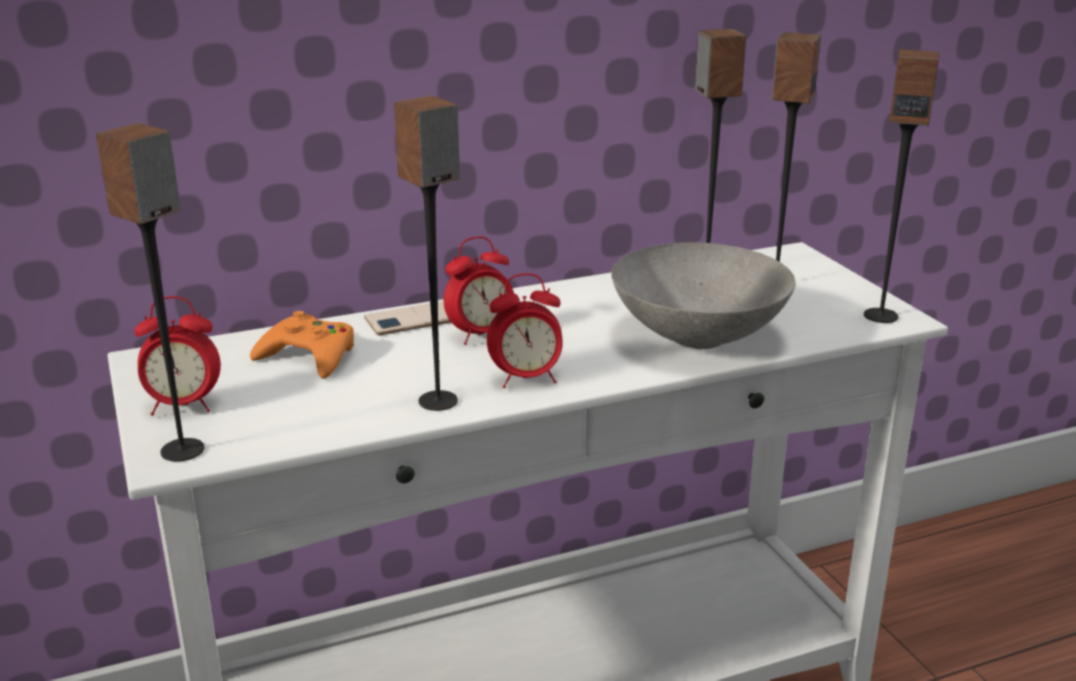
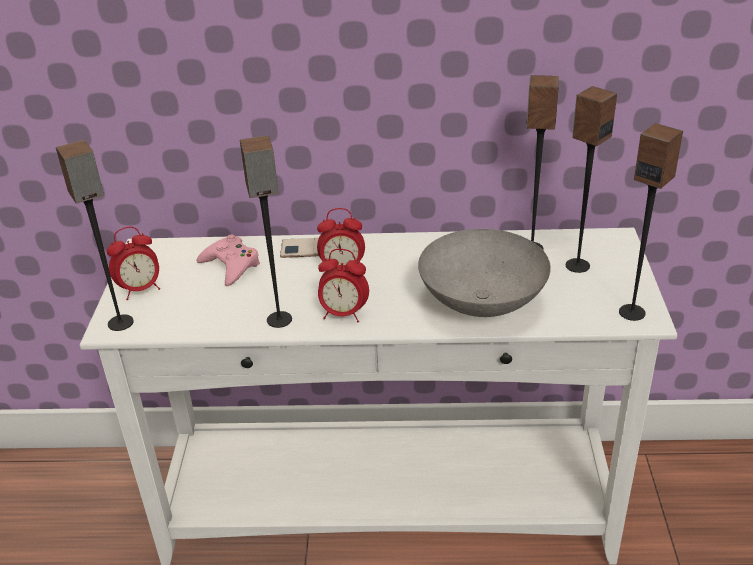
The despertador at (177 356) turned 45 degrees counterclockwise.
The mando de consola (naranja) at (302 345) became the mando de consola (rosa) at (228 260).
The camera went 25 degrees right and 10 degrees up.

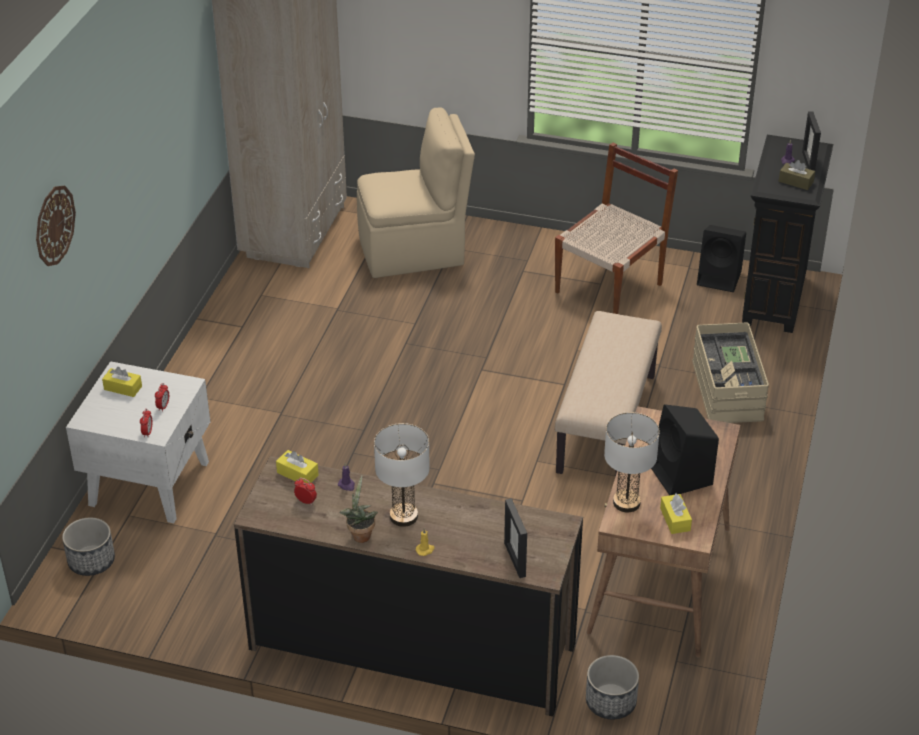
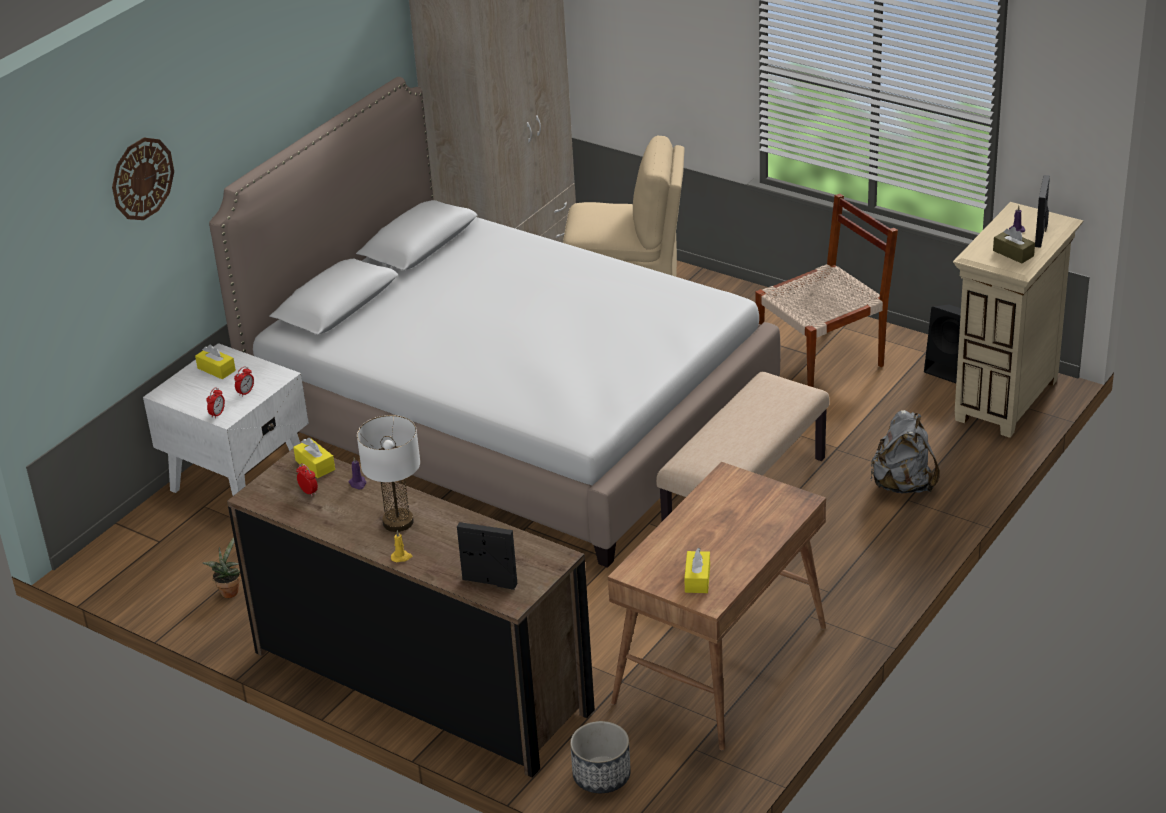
The maceta at (88 547) disappeared.
The planta en maceta moved from (358 509) to (221 567).
The portarretratos at (515 538) turned 105 degrees clockwise.
The lámpara de mesa at (632 462) disappeared.
The altavoz (negro) at (685 449) disappeared.
The caja de almacenaje (beis) at (730 372) was replaced by the mochila (gris) at (905 451).
The armario (negro) at (787 234) became the armario (beis) at (1018 320).
The cama at (494 322) appeared.
The camera went 20 degrees right and 5 degrees down.

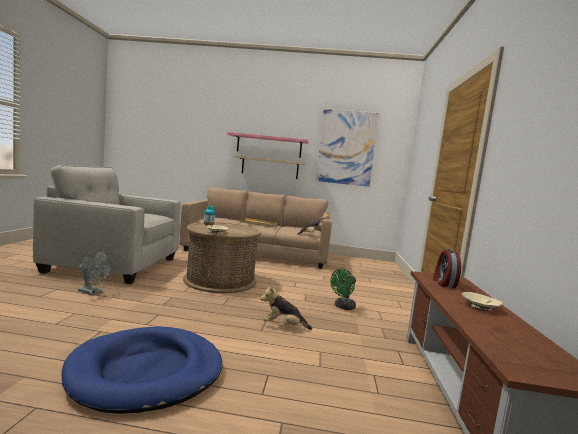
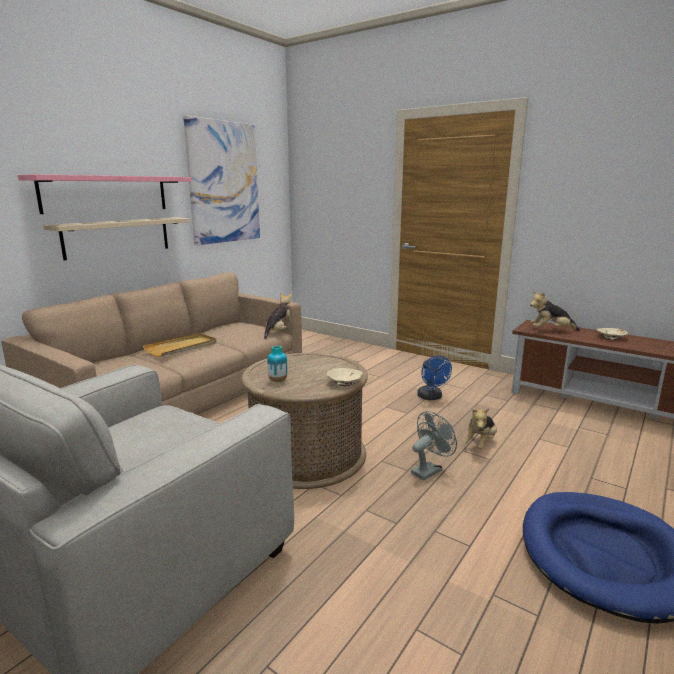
The ventilador (gris) moved from (95 272) to (434 445).
The ventilador (verde) at (343 289) became the ventilador (azul) at (434 378).
The despertador at (447 268) was replaced by the peluche at (555 311).
The camera went 60 degrees left and 10 degrees up.

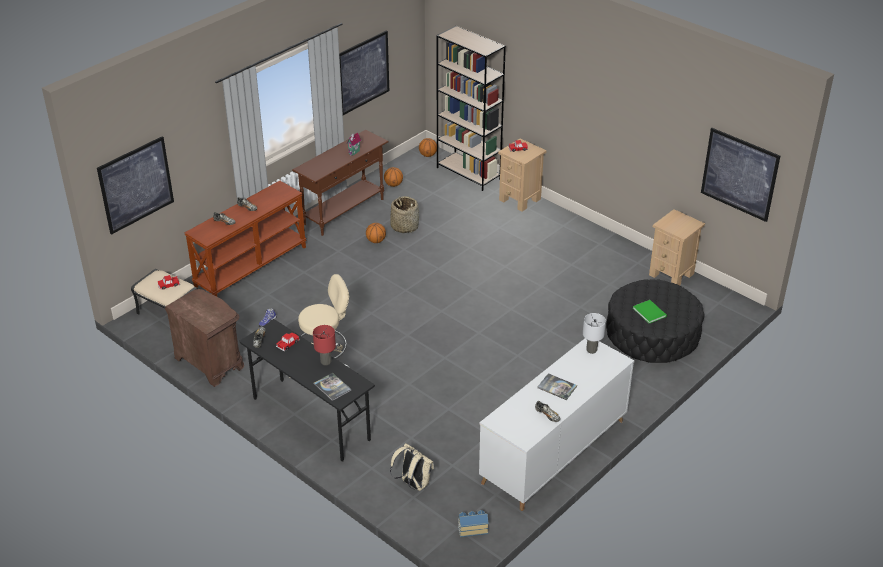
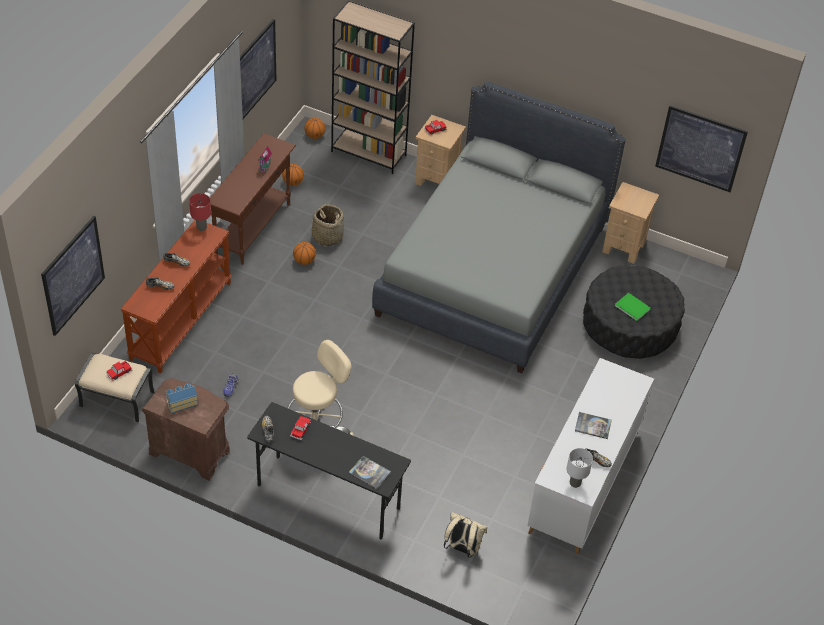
The lámpara de mesa (rojo) moved from (324 345) to (200 212).
The casita moved from (473 523) to (182 399).
The lámpara de mesa (blanco) moved from (594 333) to (580 468).
The cama (gris) at (499 227) appeared.
The camera went 20 degrees left and 10 degrees up.

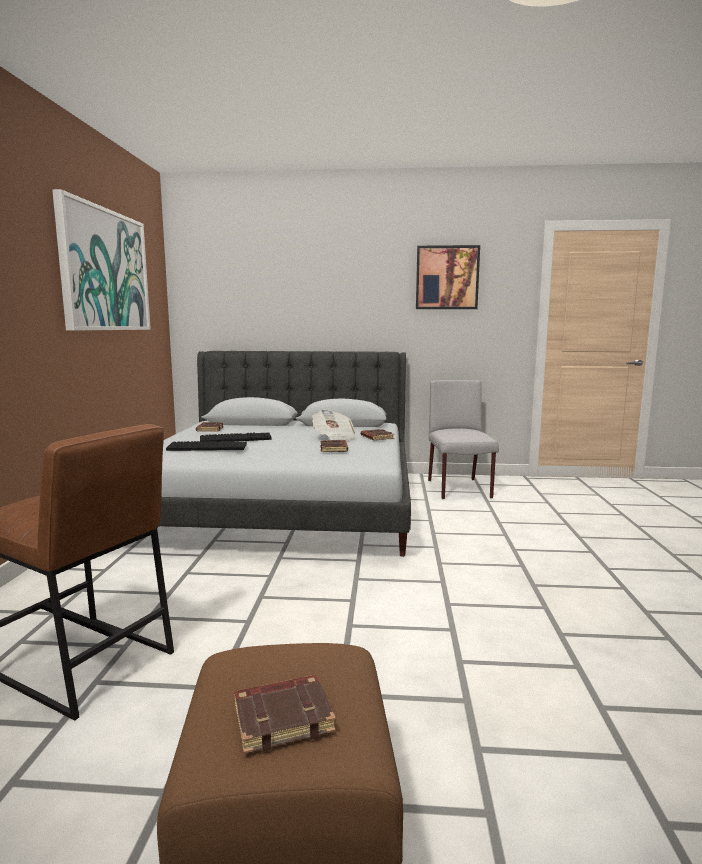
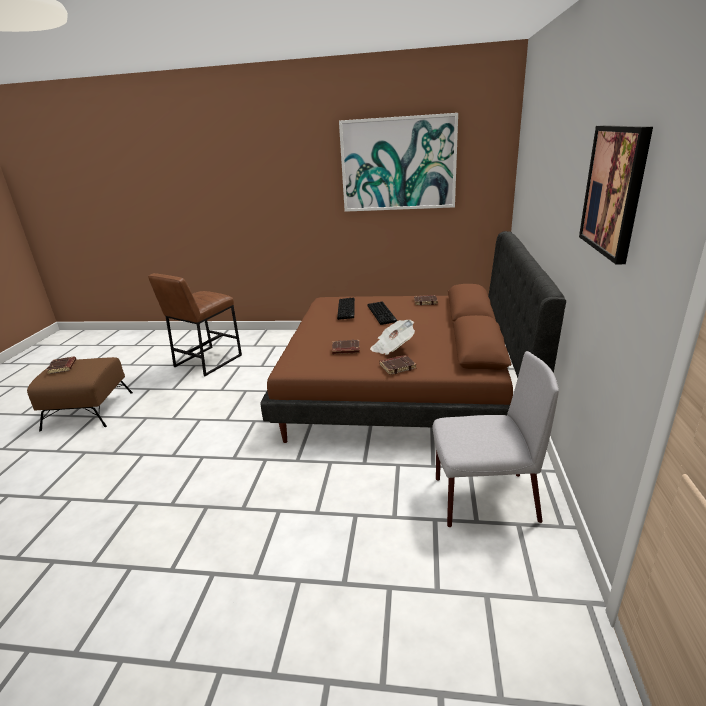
The cama (gris) at (285 454) became the cama (marrón) at (413 337).
The camera went 95 degrees right and 15 degrees up.

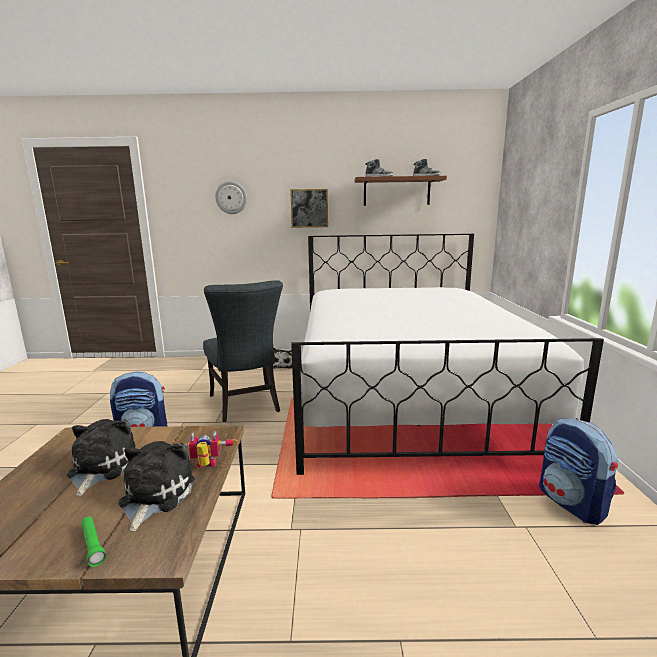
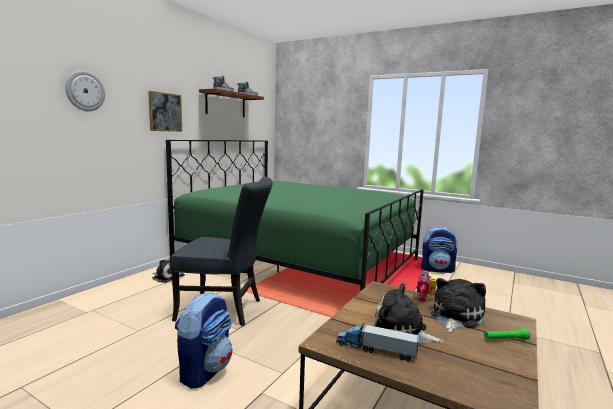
The peluche at (156 486) turned 90 degrees clockwise.
The cama (blanco) at (447 354) became the cama (verde) at (295 216).
The camión de juguete at (378 342) appeared.
The camera went 60 degrees left and 5 degrees down.

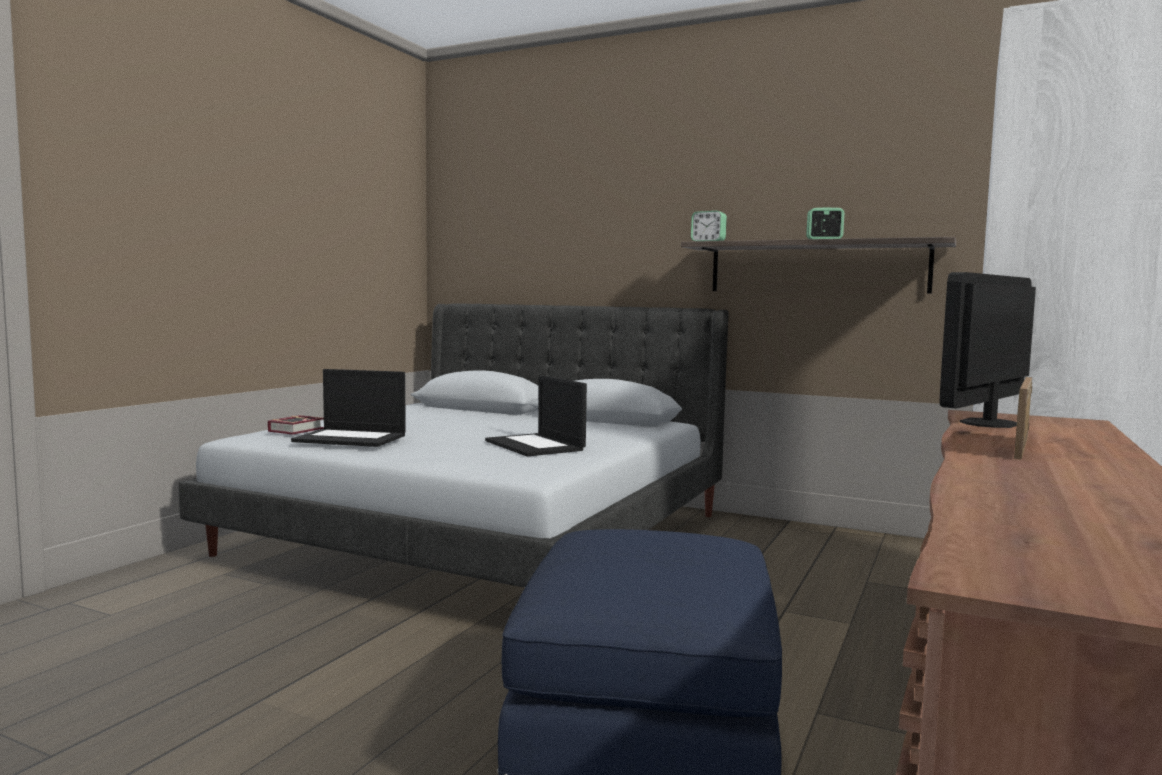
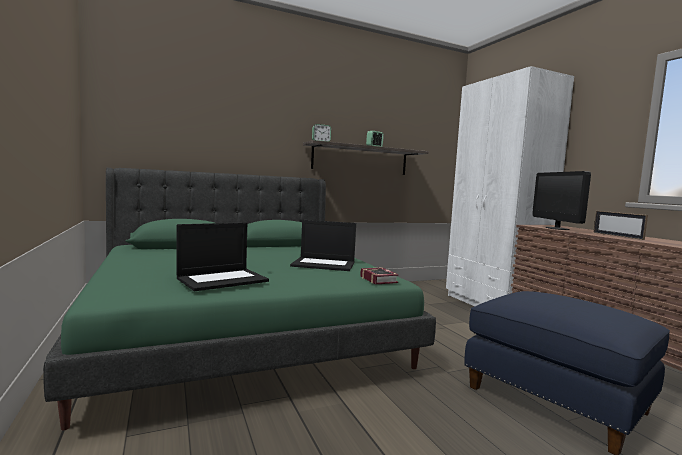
The cama (gris) at (454 445) became the cama (verde) at (239 299).
The libro moved from (296 425) to (379 275).
The camera went 50 degrees left and 0 degrees up.

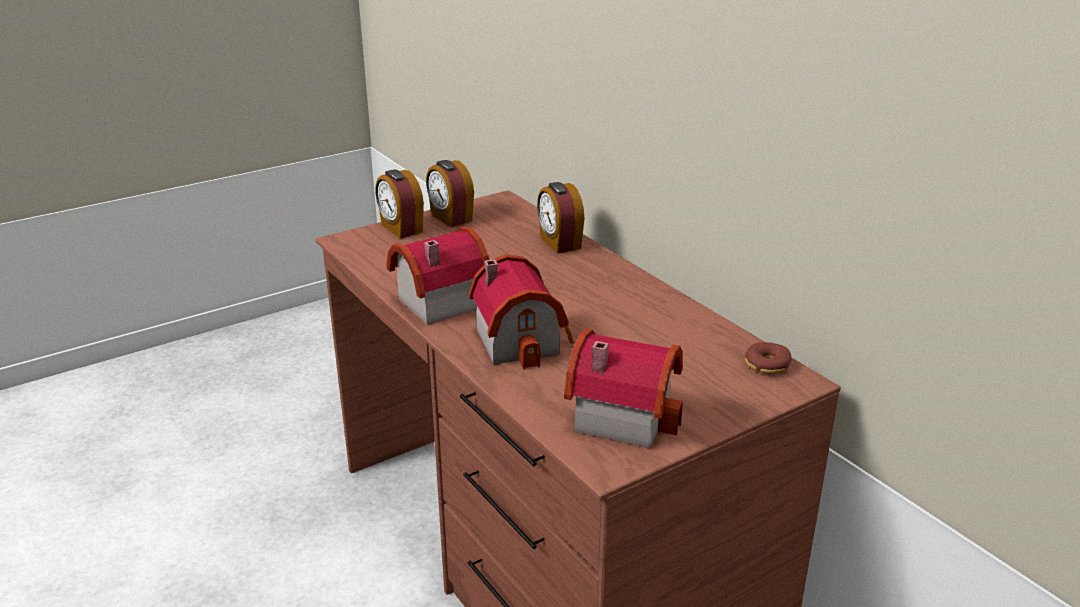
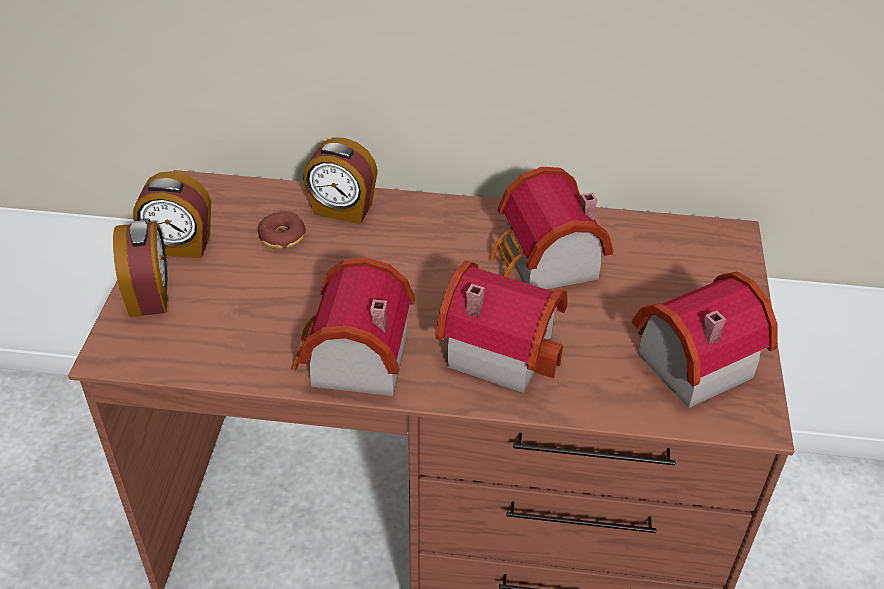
The despertador at (400 204) turned 105 degrees counterclockwise.
The rosquilla moved from (768 358) to (282 230).
The casita at (551 228) appeared.
The camera went 50 degrees left and 15 degrees up.

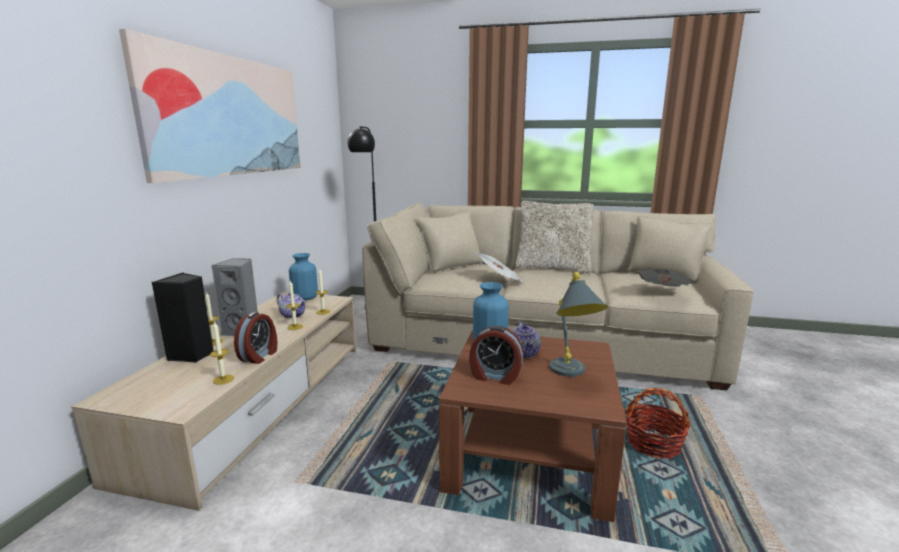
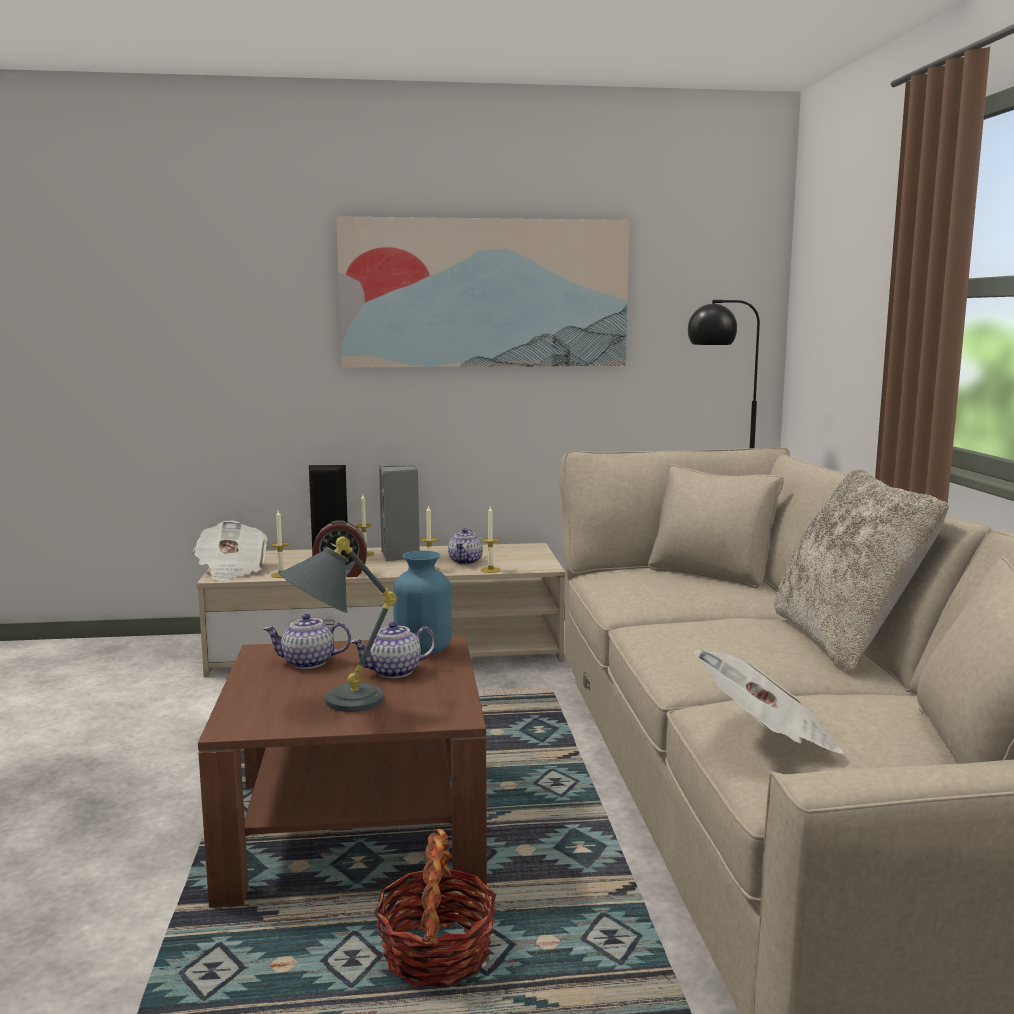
The florero (azul) at (303 277) disappeared.
The despertador at (496 355) was replaced by the tetera at (307 641).
The periódico moved from (499 267) to (230 550).
The camera went 70 degrees right and 5 degrees down.

